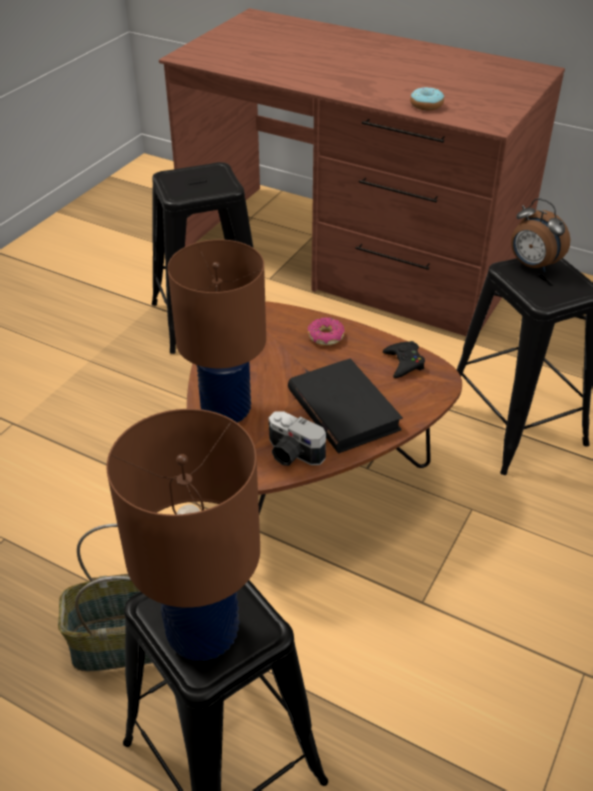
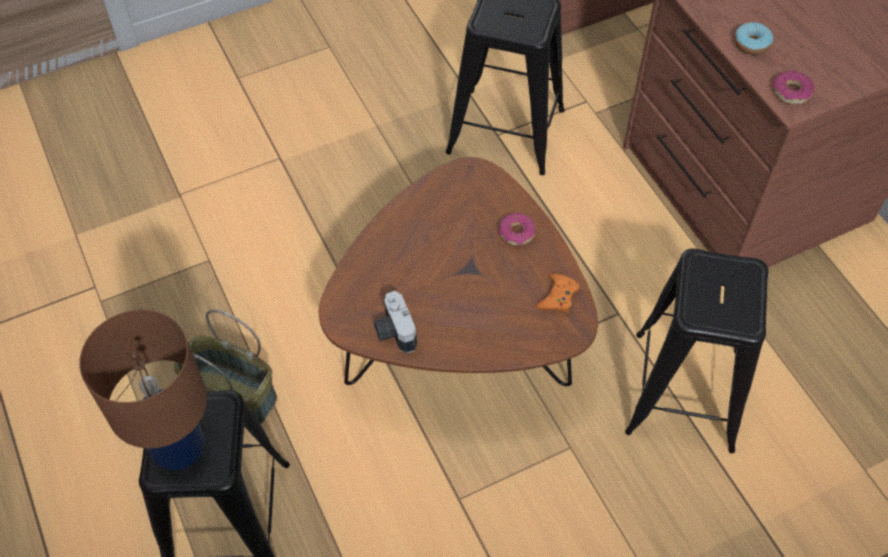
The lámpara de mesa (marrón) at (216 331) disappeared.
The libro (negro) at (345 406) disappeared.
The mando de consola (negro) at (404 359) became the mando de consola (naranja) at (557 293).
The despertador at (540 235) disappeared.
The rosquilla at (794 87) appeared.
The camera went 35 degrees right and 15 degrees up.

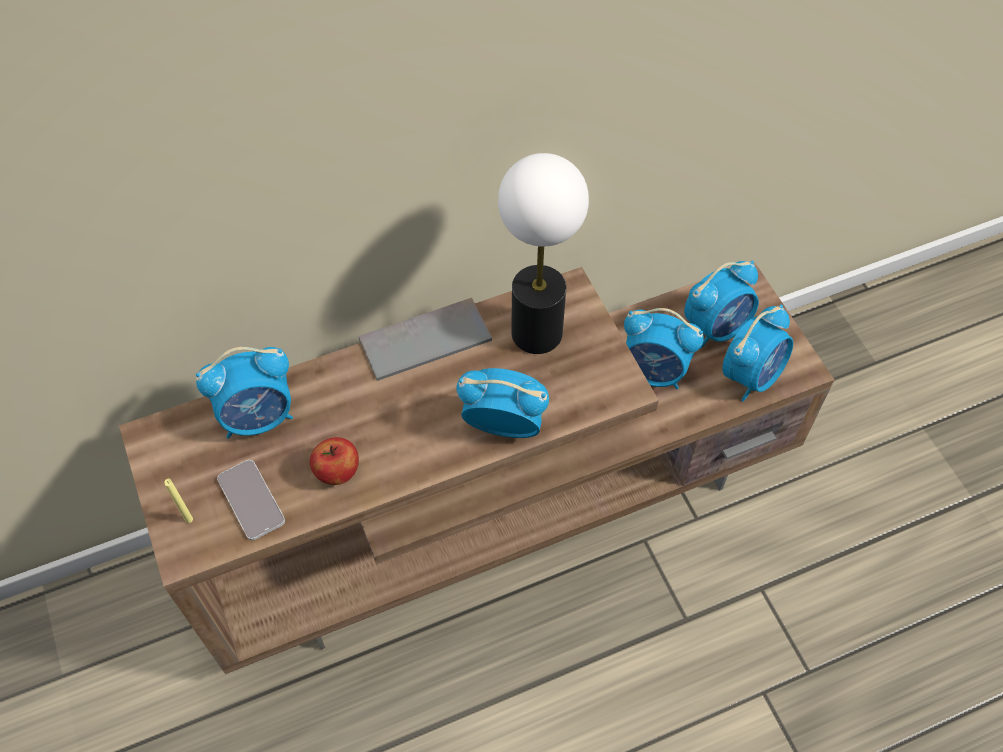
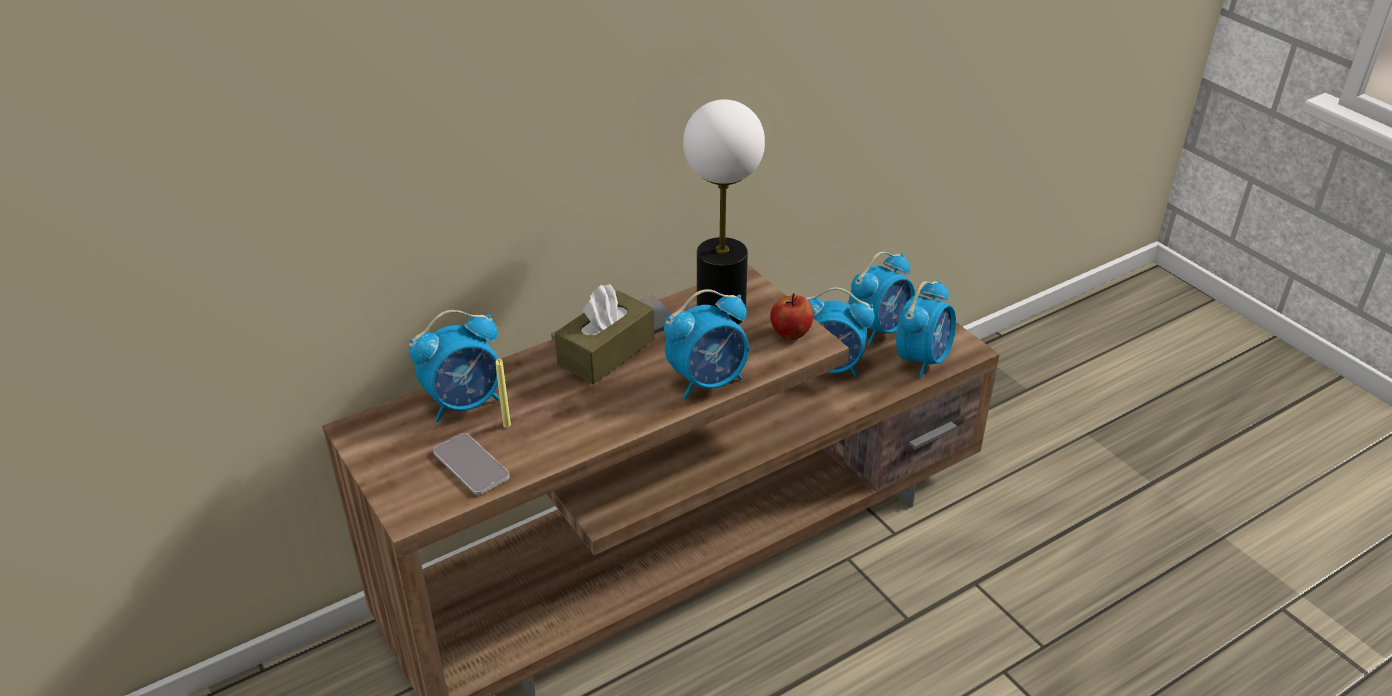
The vela (amarillo) moved from (178 501) to (503 393).
The manzana moved from (334 461) to (791 316).
The despertador at (503 403) turned 150 degrees clockwise.
The caja de pañuelos (marrón) at (604 334) appeared.
The camera went 10 degrees left and 20 degrees down.

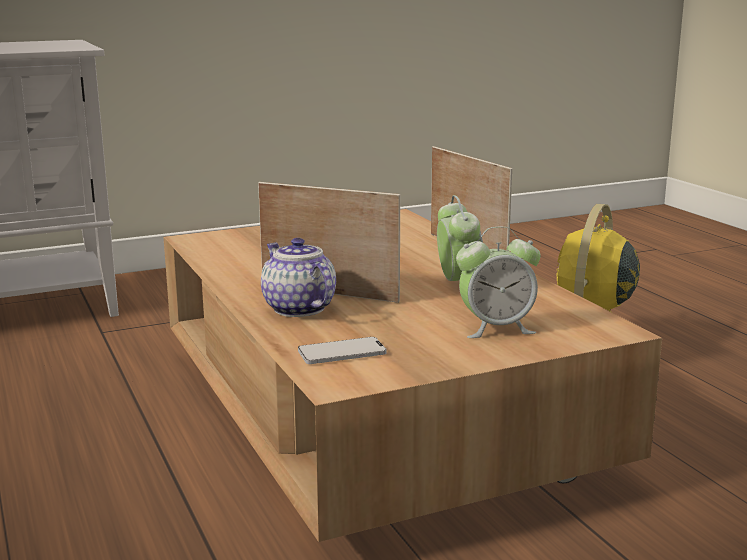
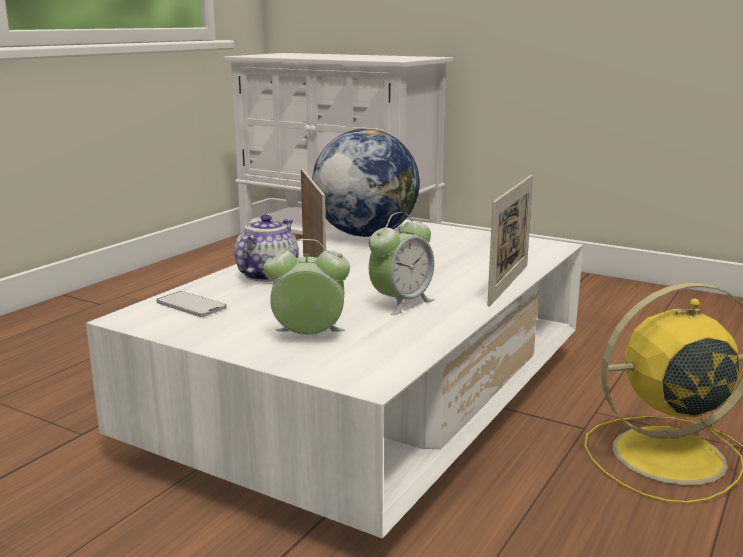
The mesa de centro (marrón) at (413 375) became the mesa de centro (blanco) at (334 378).
The despertador at (498 282) turned 135 degrees clockwise.
The globo terráqueo at (366 183) appeared.
The camera went 55 degrees right and 0 degrees up.

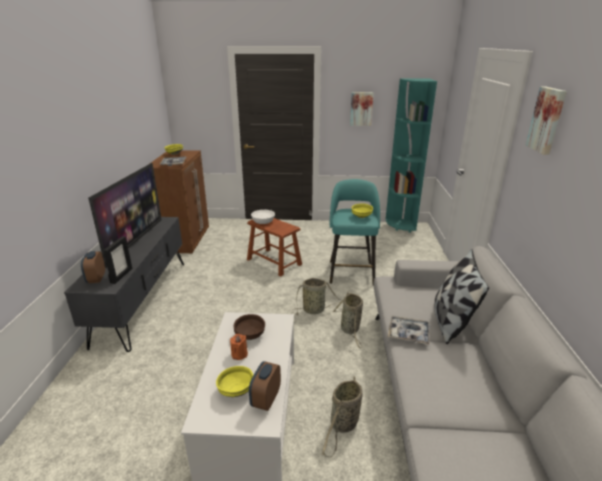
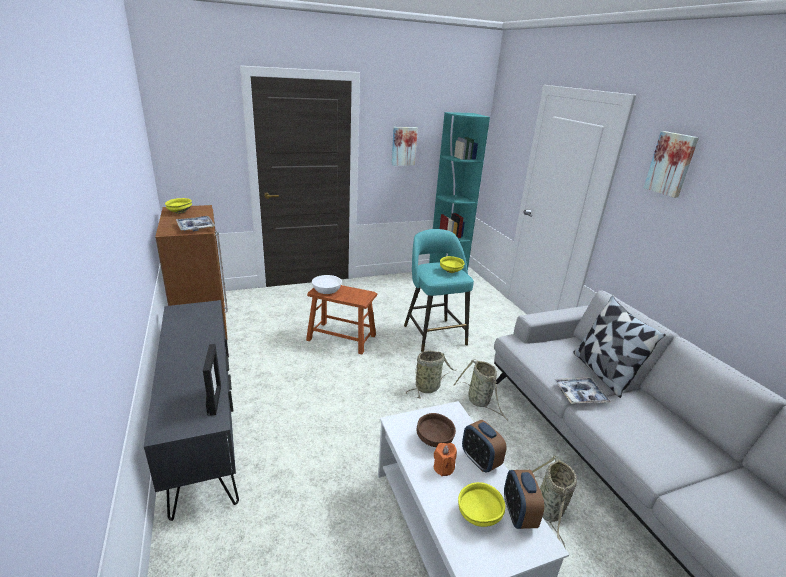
The despertador moved from (93 267) to (484 446).
The televisor at (125 215) disappeared.
The camera went 25 degrees left and 0 degrees up.

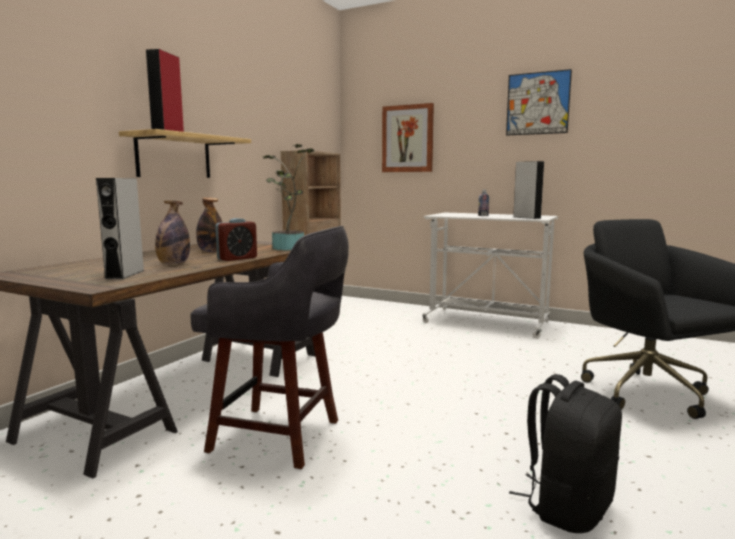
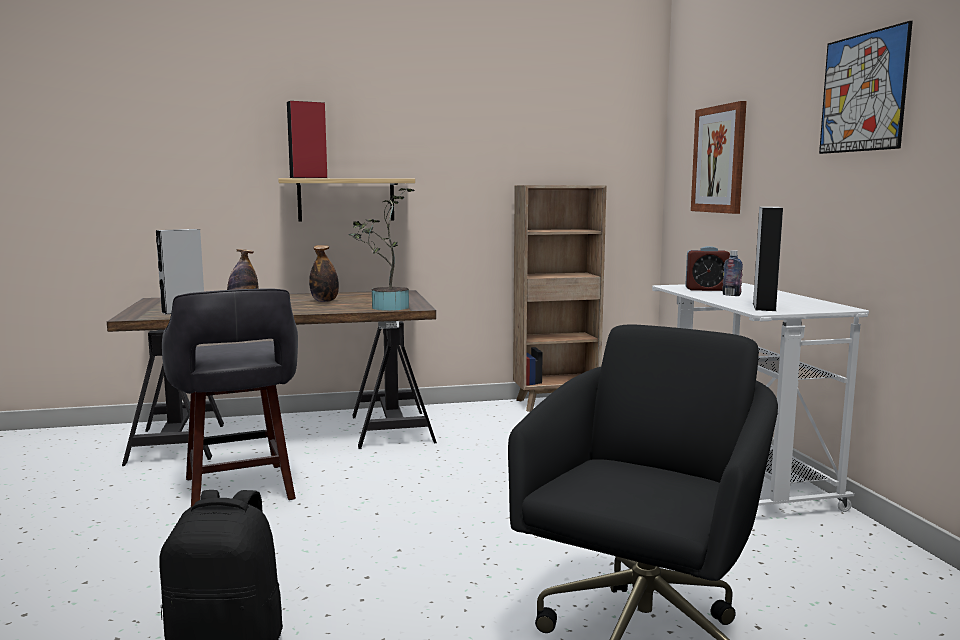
The despertador moved from (236 239) to (707 268).
The camera went 50 degrees right and 0 degrees up.

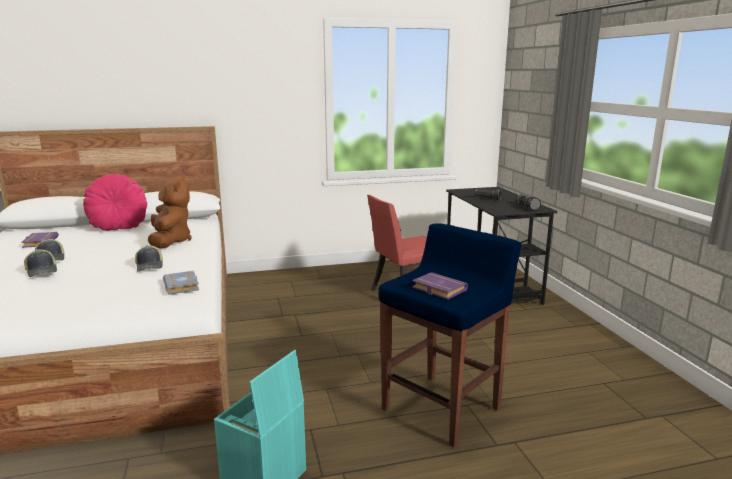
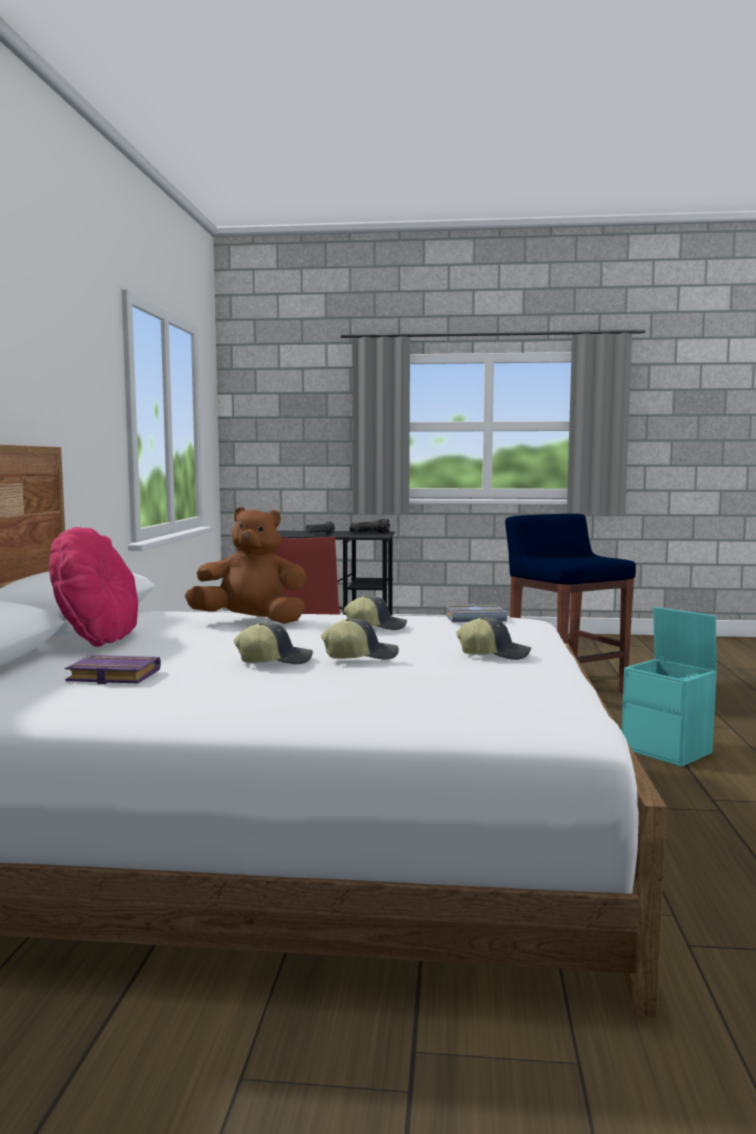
The libro (morado) at (440 286) disappeared.
The gorra at (494 638) appeared.
The camera went 70 degrees left and 10 degrees down.

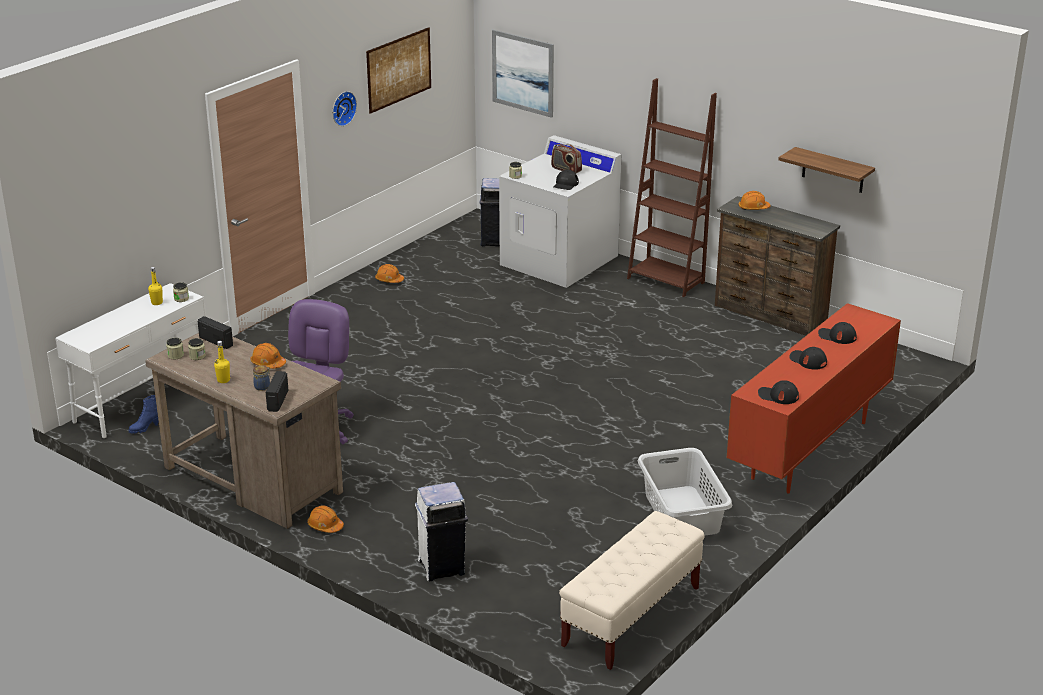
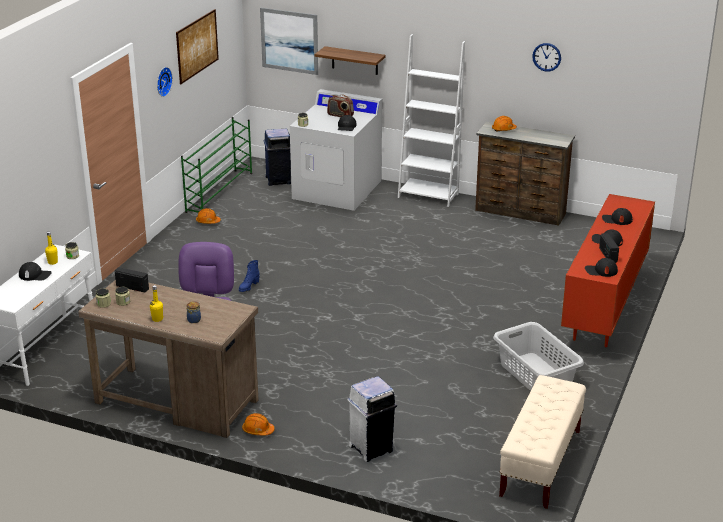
The bota (azul) moved from (143 414) to (249 276).
The casco (naranja) at (268 356) disappeared.
The radio moved from (277 391) to (609 248).
The estantería (marrón) at (672 187) became the estantería (blanco) at (431 120).
The estante moved from (826 170) to (350 60).
The gorra (negro) at (35 271) appeared.
The zapatero (verde) at (216 165) appeared.
The reloj de pared at (546 57) appeared.
The camera went 15 degrees left and 0 degrees up.

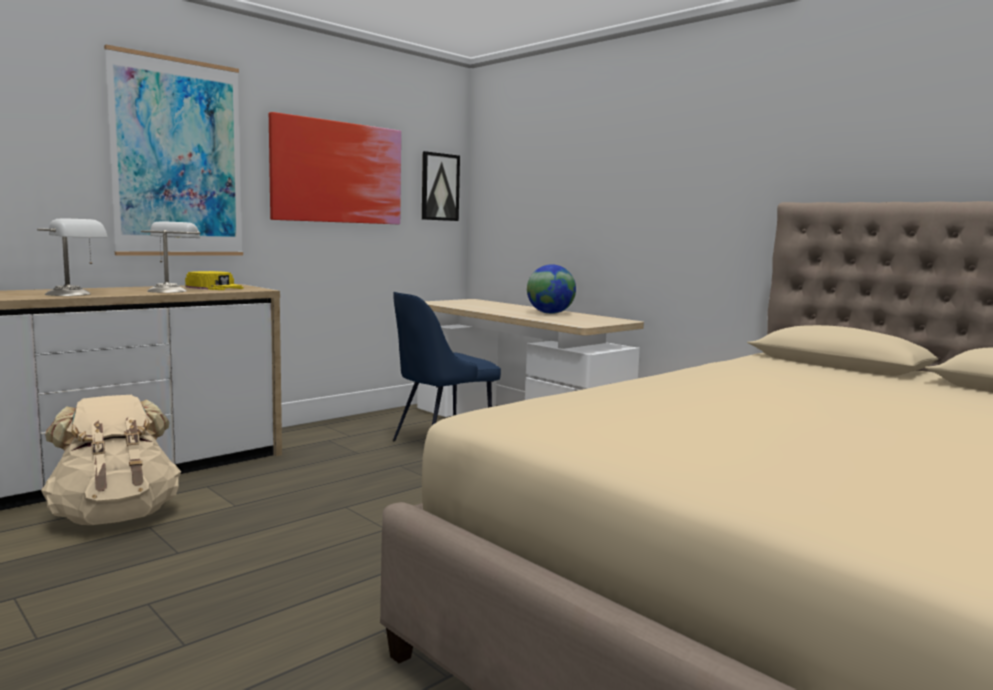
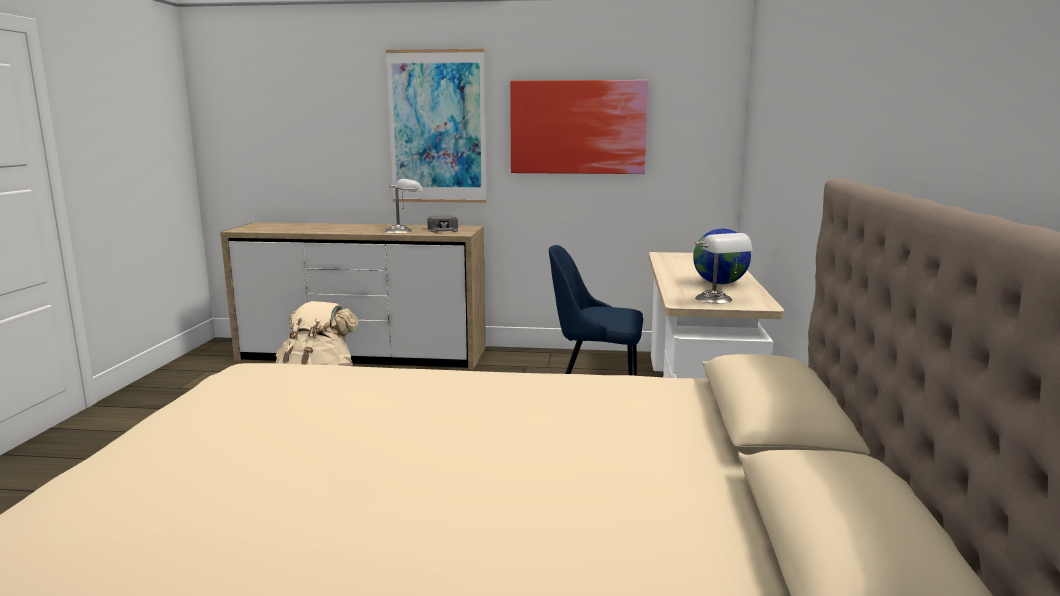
The lámpara de mesa (blanco) moved from (72 257) to (723 268).
The gorra (amarillo) at (214 280) became the gorra (gris) at (442 224).
The cuadro at (441 186) disappeared.
The camera went 50 degrees right and 5 degrees up.

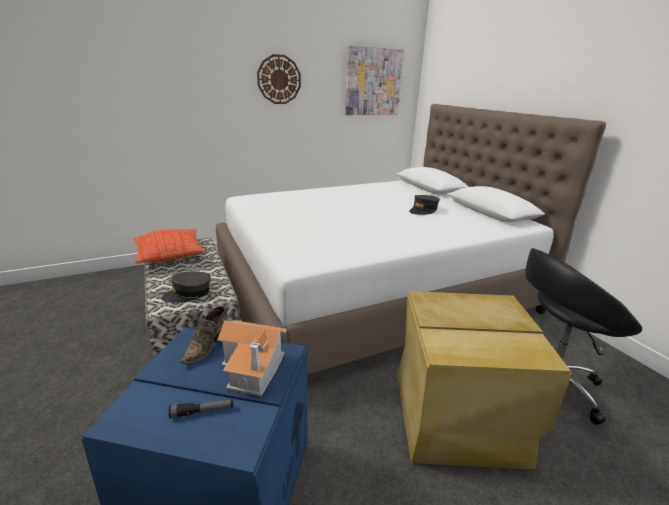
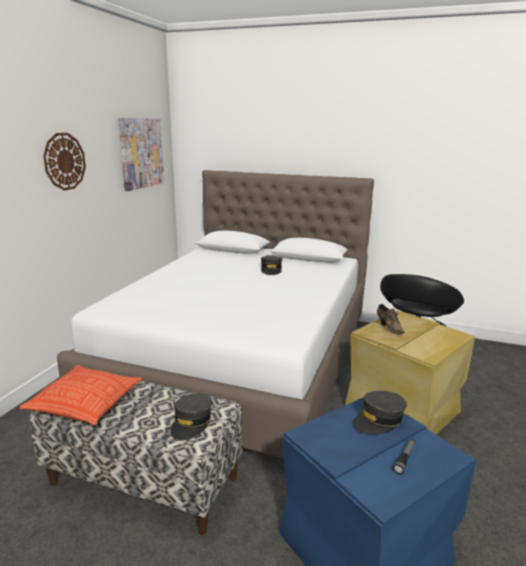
The zapato (marrón) moved from (204 335) to (390 319).
The casita at (252 358) was replaced by the gorra (gris) at (379 412).
The camera went 45 degrees left and 5 degrees down.

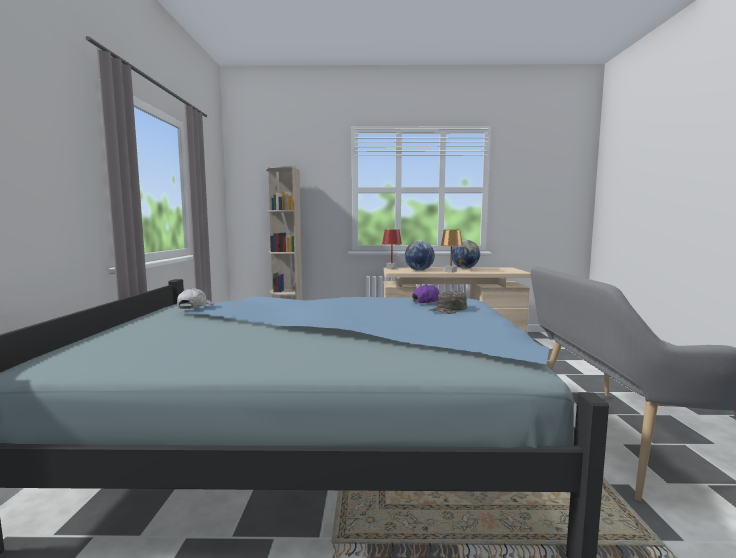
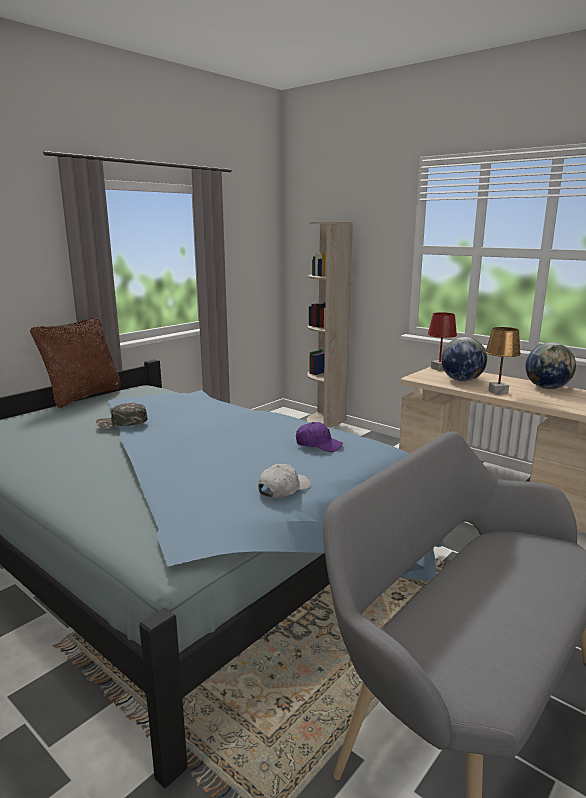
The gorra (blanco) moved from (194 298) to (284 481).
The gorra (verde) moved from (448 302) to (121 415).
The cojín (marrón) at (75 362) appeared.
The camera went 40 degrees right and 10 degrees up.

